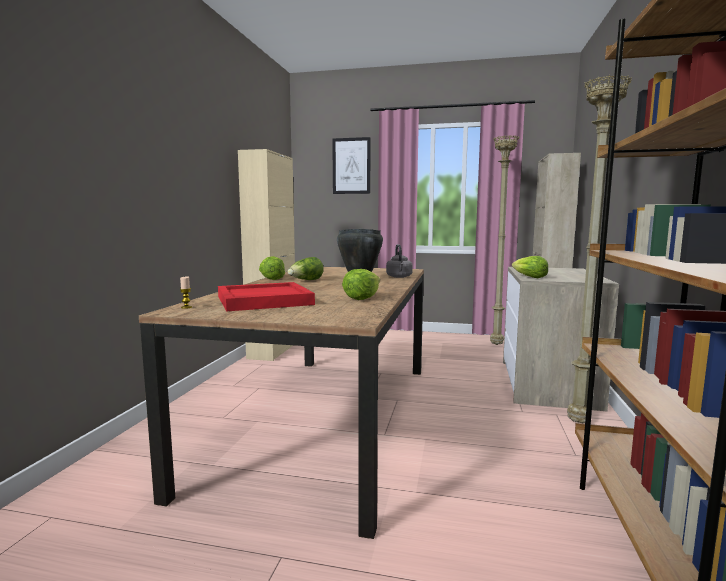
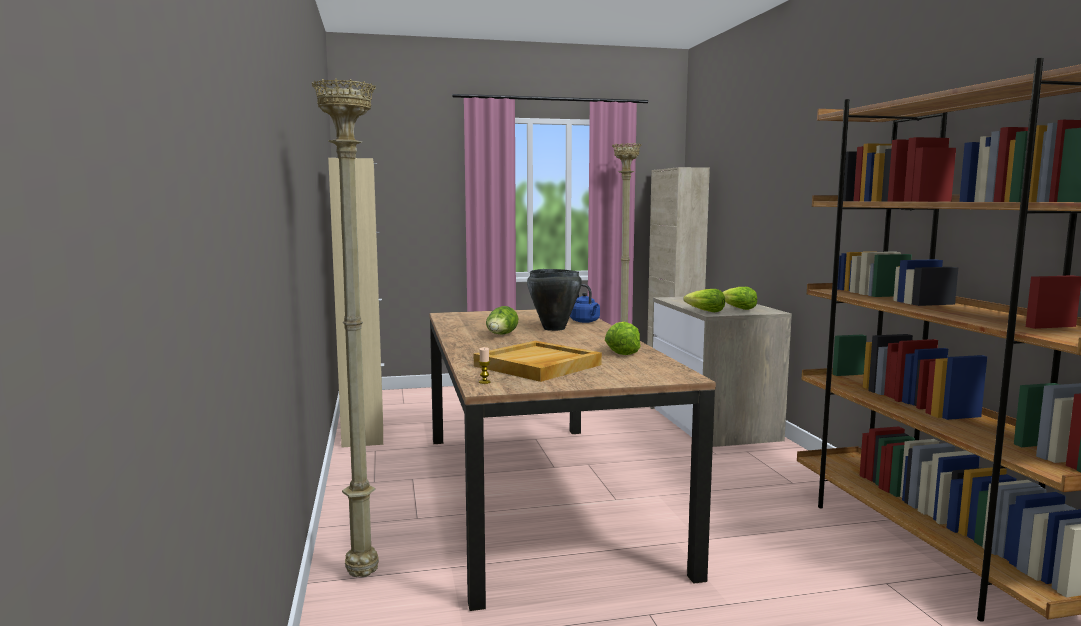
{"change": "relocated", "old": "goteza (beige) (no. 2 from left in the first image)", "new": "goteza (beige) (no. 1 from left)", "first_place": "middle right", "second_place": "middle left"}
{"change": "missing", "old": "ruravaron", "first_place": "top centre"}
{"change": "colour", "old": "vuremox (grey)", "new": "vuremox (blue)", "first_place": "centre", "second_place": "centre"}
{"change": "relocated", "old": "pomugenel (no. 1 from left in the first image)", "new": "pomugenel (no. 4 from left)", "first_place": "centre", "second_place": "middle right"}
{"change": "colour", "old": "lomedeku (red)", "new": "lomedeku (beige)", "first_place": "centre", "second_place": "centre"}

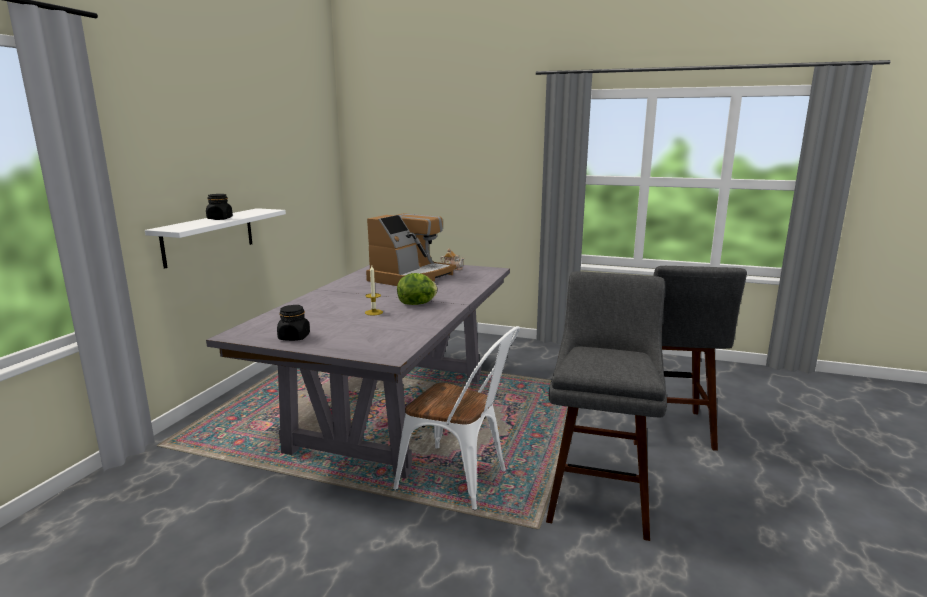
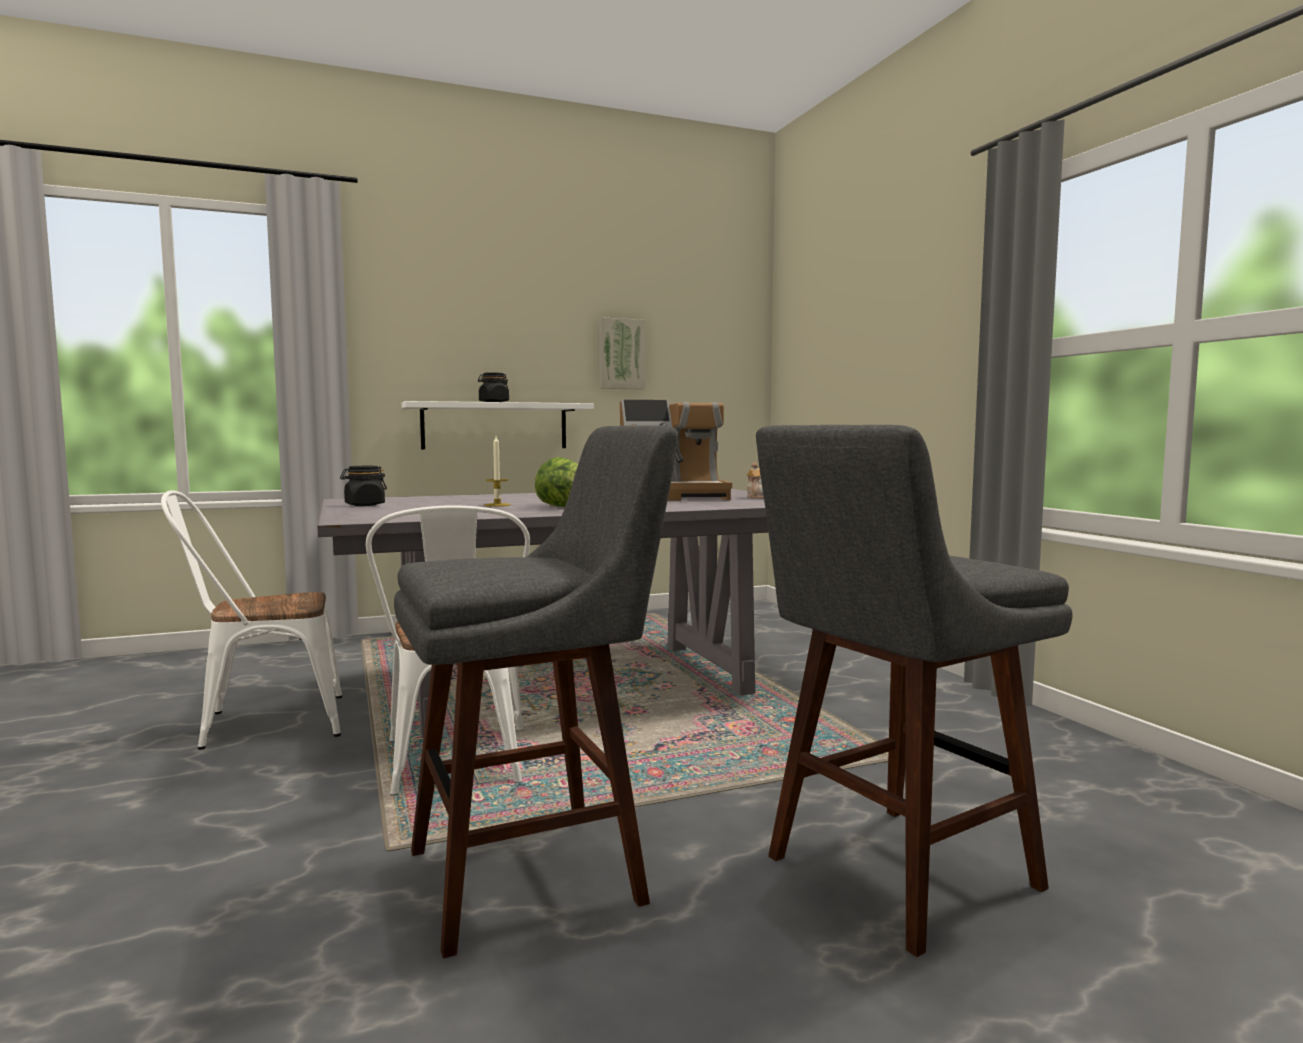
{"change": "appeared", "new": "ruravaron", "second_place": "centre"}
{"change": "appeared", "new": "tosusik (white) (no. 1 from left)", "second_place": "middle left"}

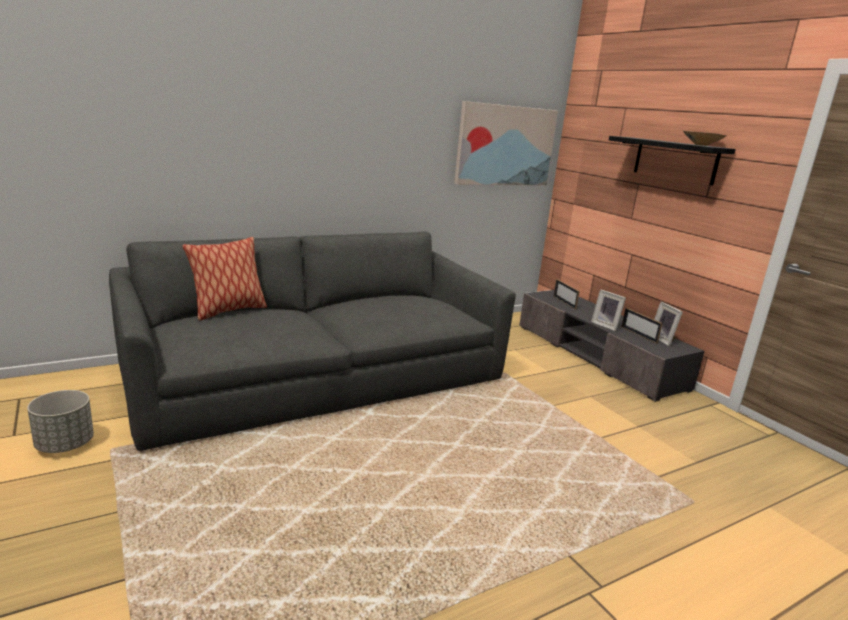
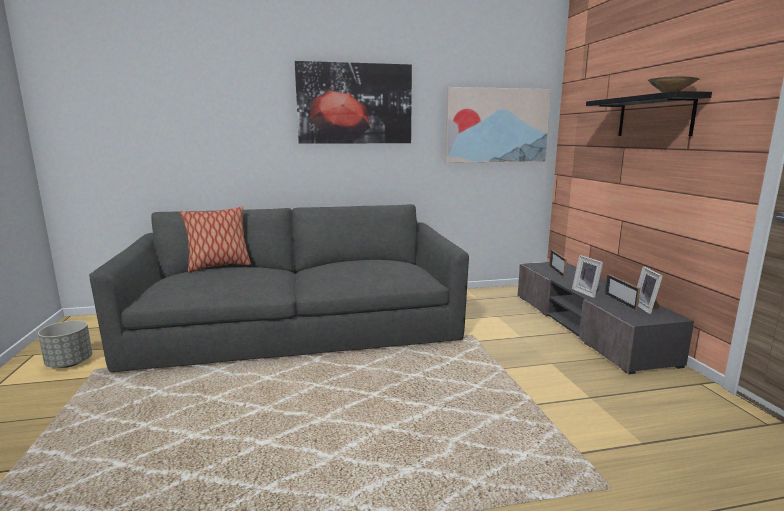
{"change": "appeared", "new": "ruravaron (no. 1 from left)", "second_place": "top centre"}

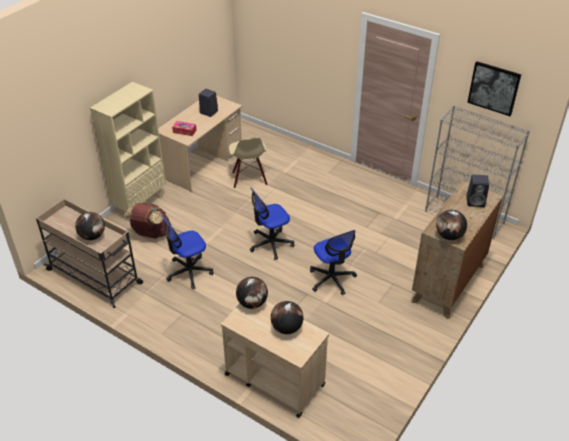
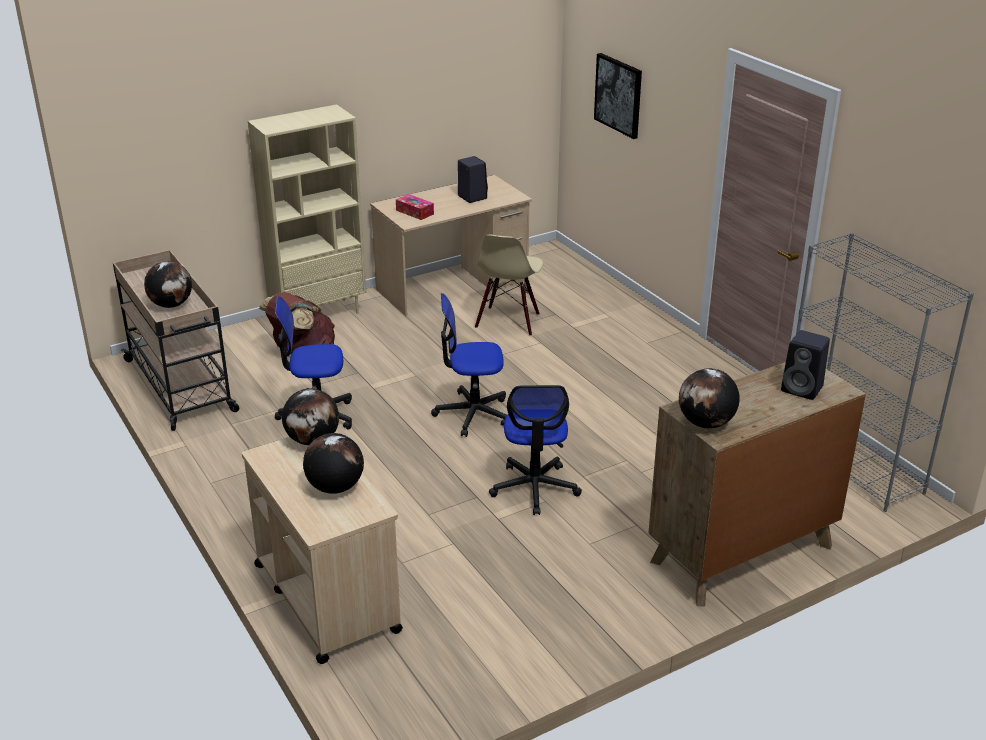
{"change": "relocated", "old": "ruravaron", "first_place": "top right", "second_place": "top centre"}

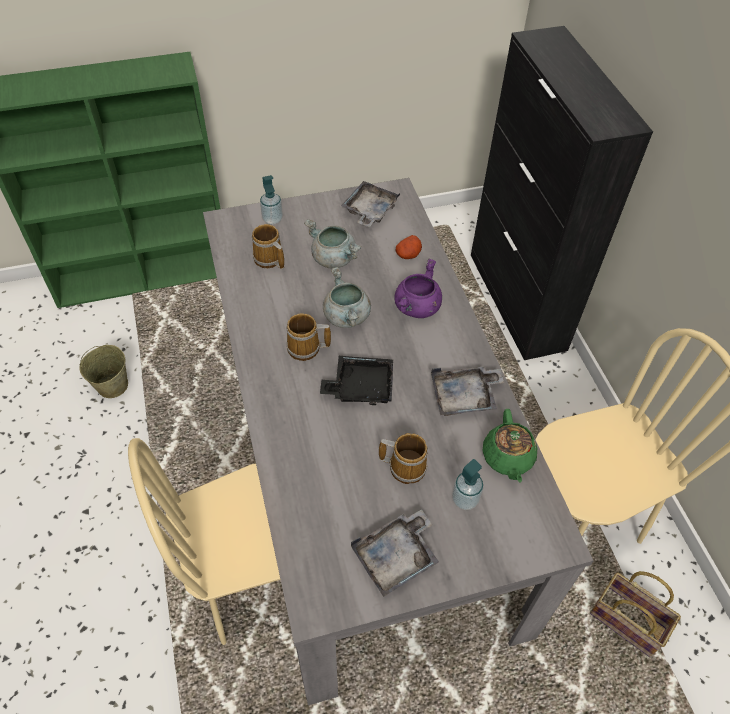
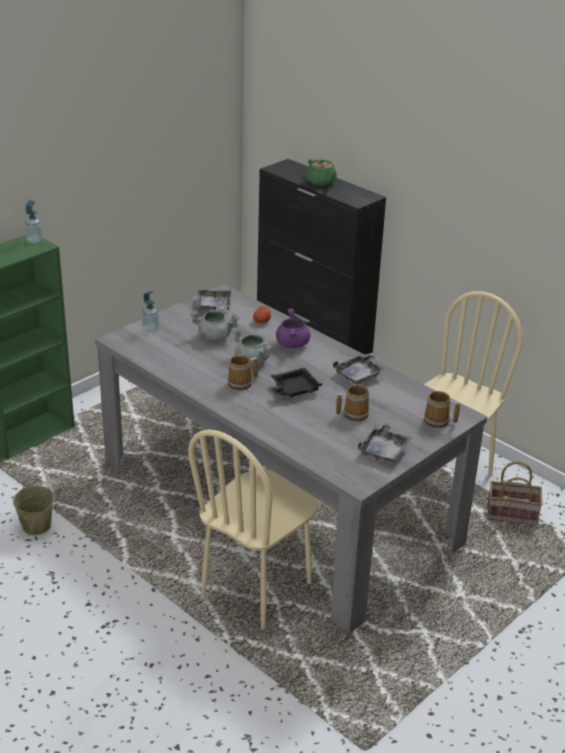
{"change": "relocated", "old": "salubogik (no. 1 from left in the first image)", "new": "salubogik (no. 3 from left)", "first_place": "centre", "second_place": "middle right"}
{"change": "relocated", "old": "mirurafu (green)", "first_place": "middle right", "second_place": "top centre"}
{"change": "relocated", "old": "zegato (no. 2 from left in the first image)", "new": "zegato (no. 1 from left)", "first_place": "bottom centre", "second_place": "top left"}

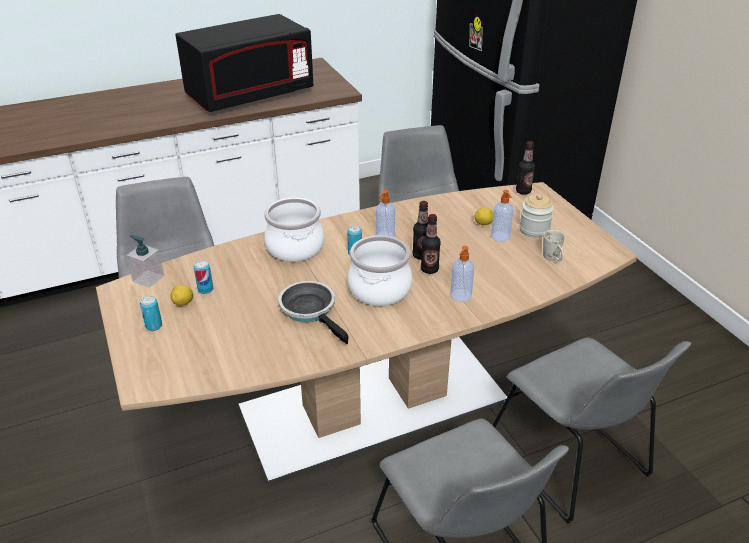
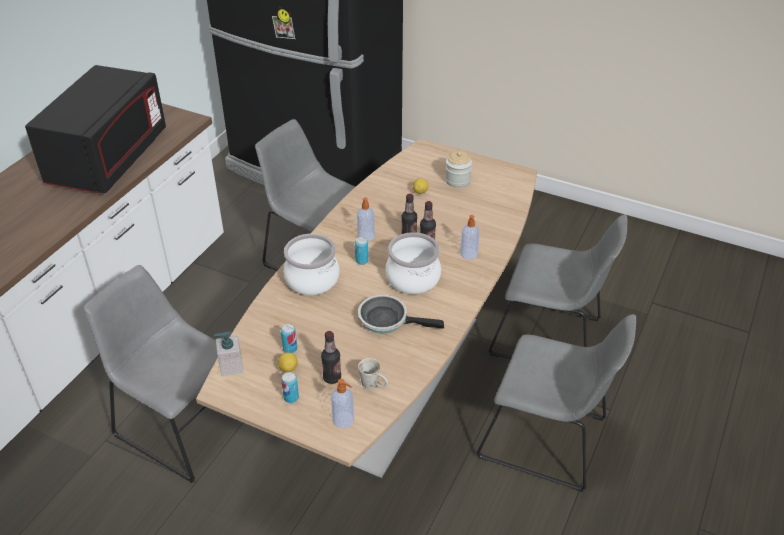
{"change": "relocated", "old": "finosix (no. 3 from left in the first image)", "new": "finosix (no. 1 from left)", "first_place": "top right", "second_place": "bottom centre"}
{"change": "relocated", "old": "zegato (no. 4 from left in the first image)", "new": "zegato (no. 2 from left)", "first_place": "middle right", "second_place": "bottom centre"}
{"change": "relocated", "old": "salubogik (white)", "first_place": "middle right", "second_place": "bottom centre"}

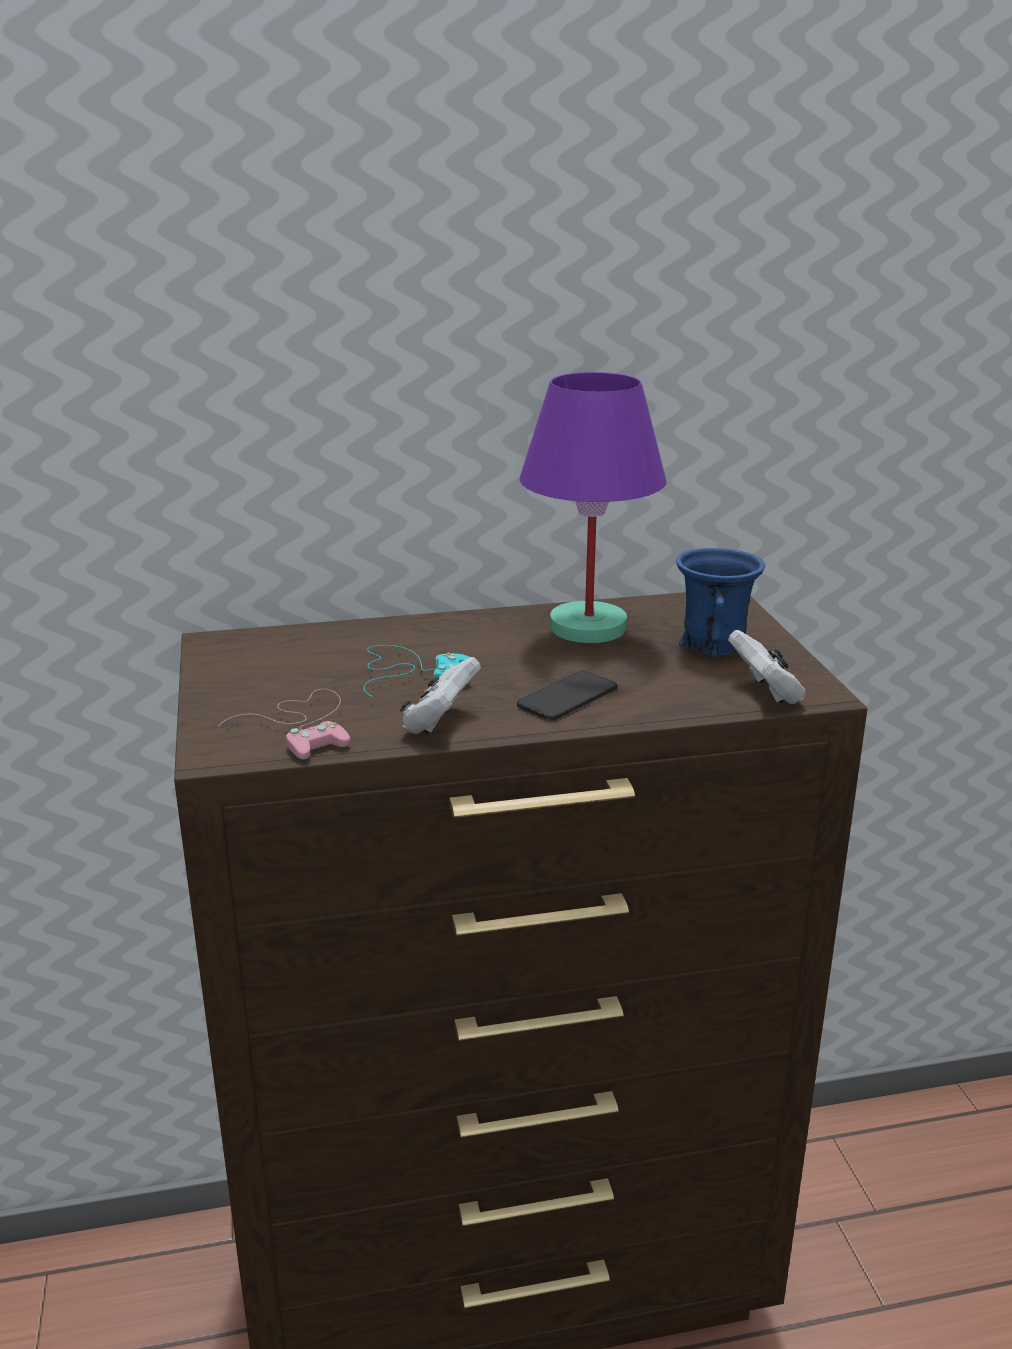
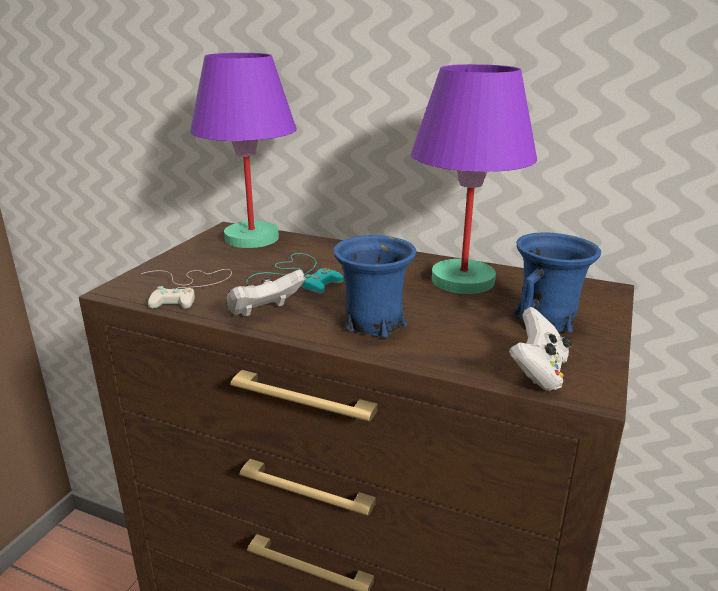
{"change": "exchanged", "old": "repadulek", "new": "salubogik (blue) (no. 1 from left)", "first_place": "centre", "second_place": "centre"}
{"change": "colour", "old": "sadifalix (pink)", "new": "sadifalix (white) (no. 1 from left)", "first_place": "middle left", "second_place": "middle left"}
{"change": "appeared", "new": "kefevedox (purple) (no. 1 from left)", "second_place": "top centre"}

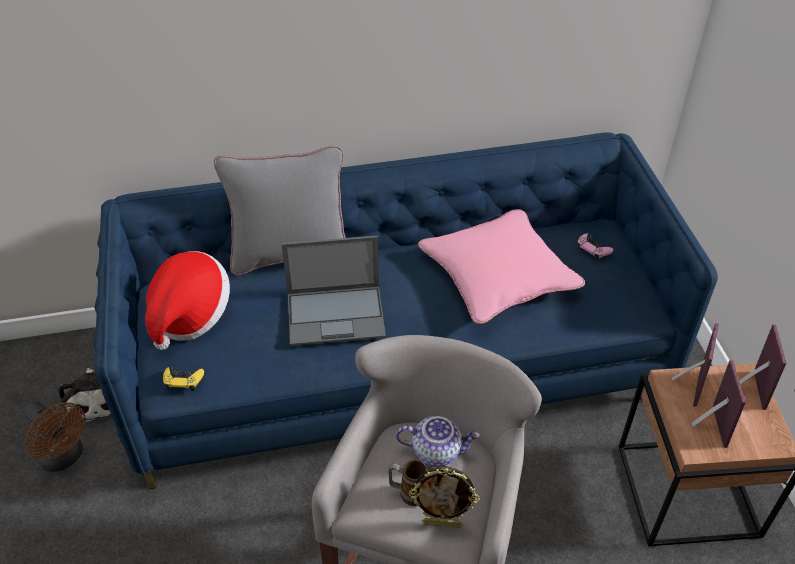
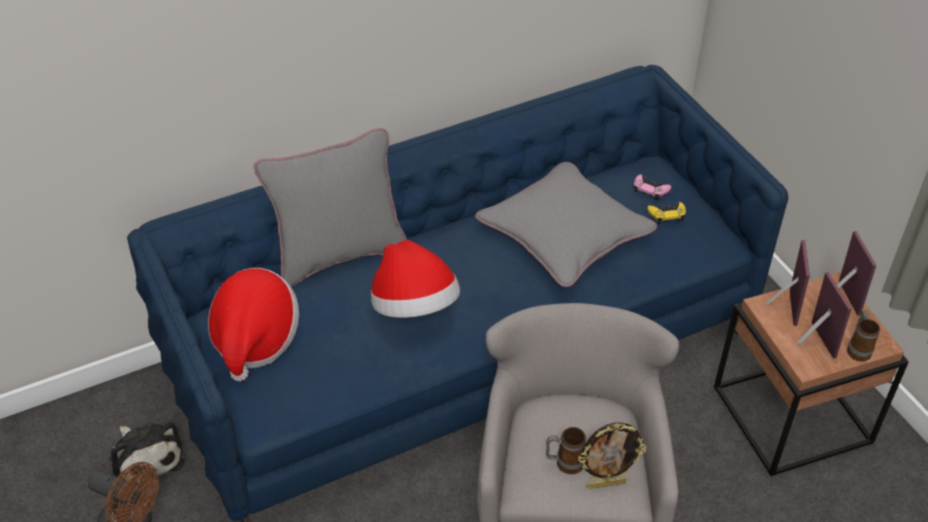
{"change": "colour", "old": "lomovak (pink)", "new": "lomovak (grey) (no. 2 from left)", "first_place": "centre", "second_place": "centre"}
{"change": "exchanged", "old": "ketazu", "new": "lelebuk (no. 2 from left)", "first_place": "centre", "second_place": "centre"}
{"change": "relocated", "old": "sadifalix (yellow)", "first_place": "bottom left", "second_place": "middle right"}
{"change": "missing", "old": "mirurafu", "first_place": "bottom centre"}
{"change": "appeared", "new": "salubogik (no. 2 from left)", "second_place": "middle right"}

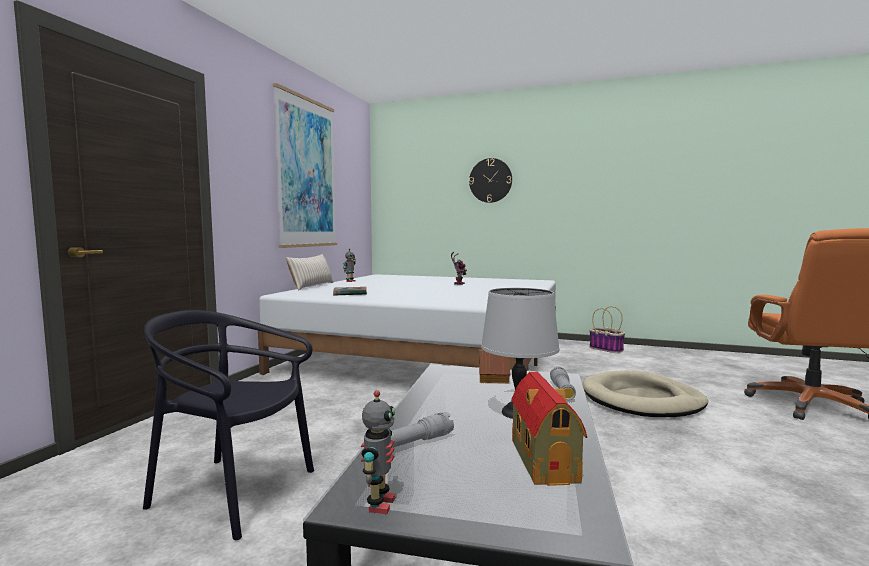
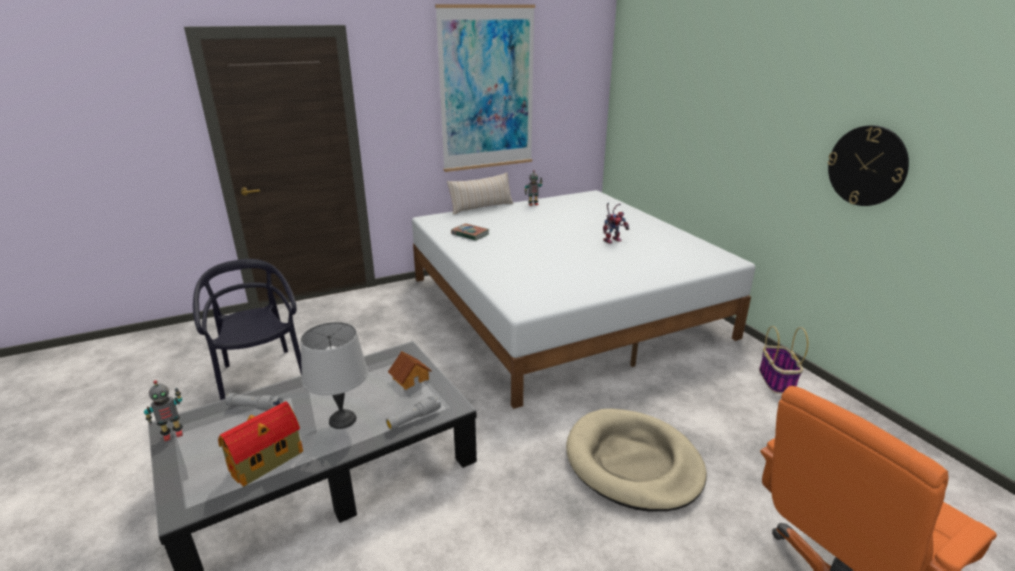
{"change": "relocated", "old": "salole", "first_place": "top centre", "second_place": "top right"}

